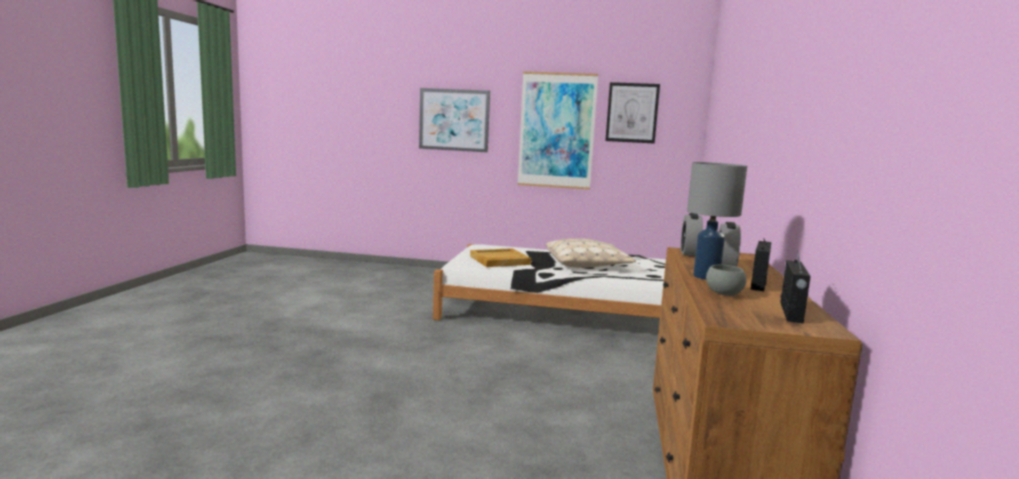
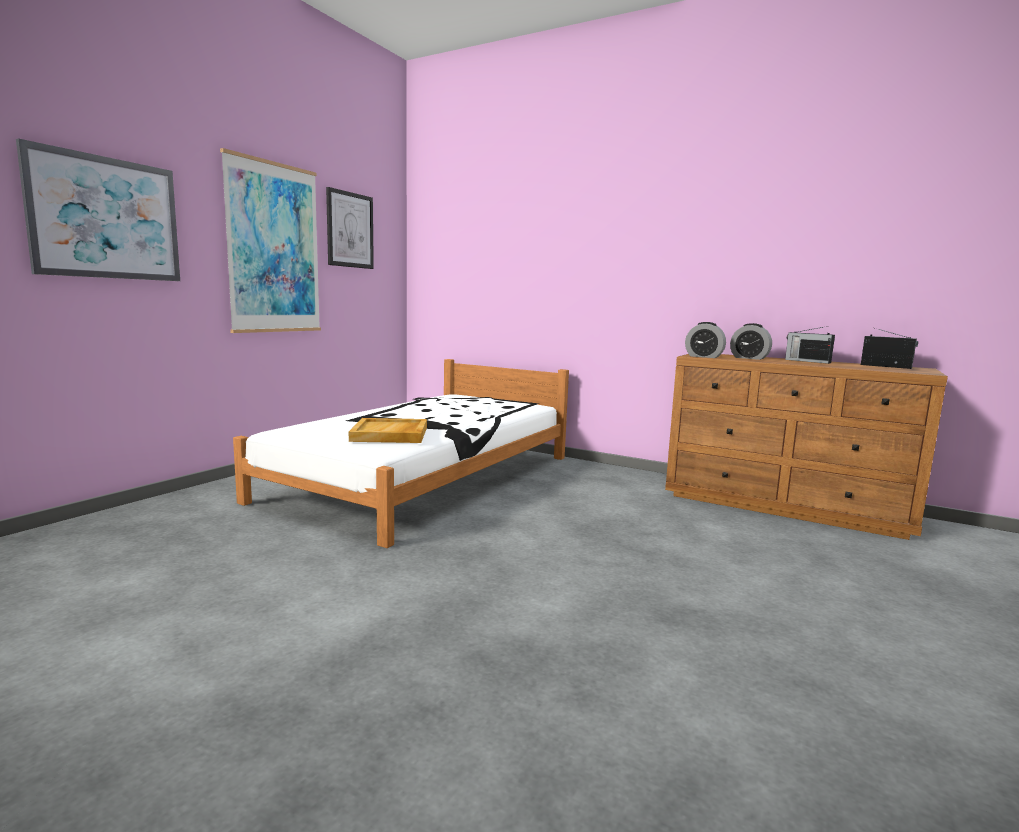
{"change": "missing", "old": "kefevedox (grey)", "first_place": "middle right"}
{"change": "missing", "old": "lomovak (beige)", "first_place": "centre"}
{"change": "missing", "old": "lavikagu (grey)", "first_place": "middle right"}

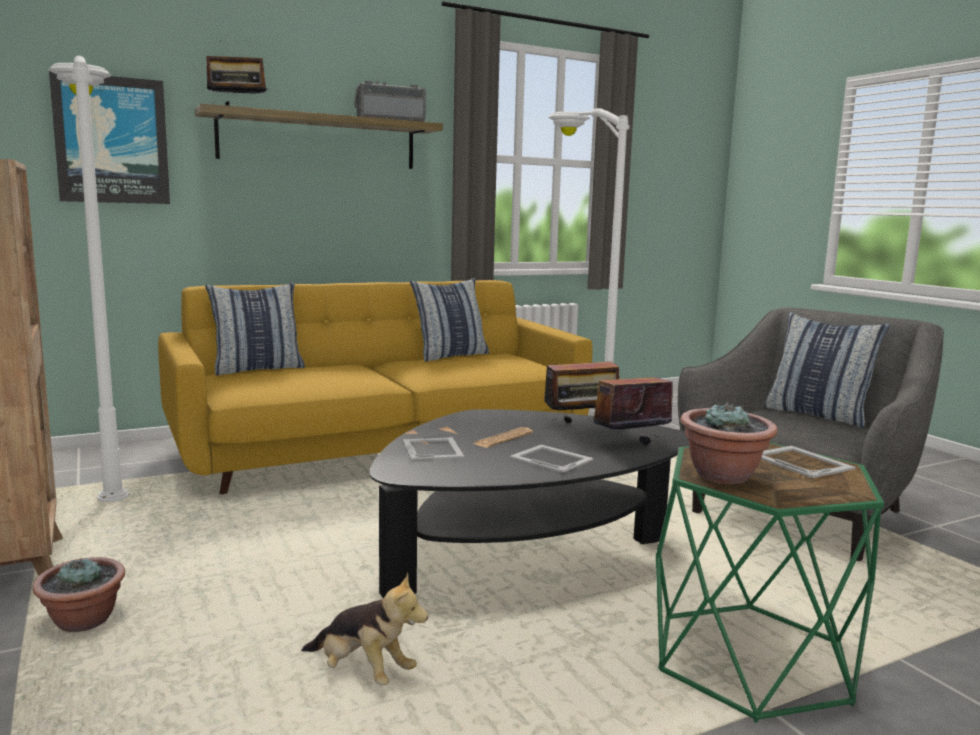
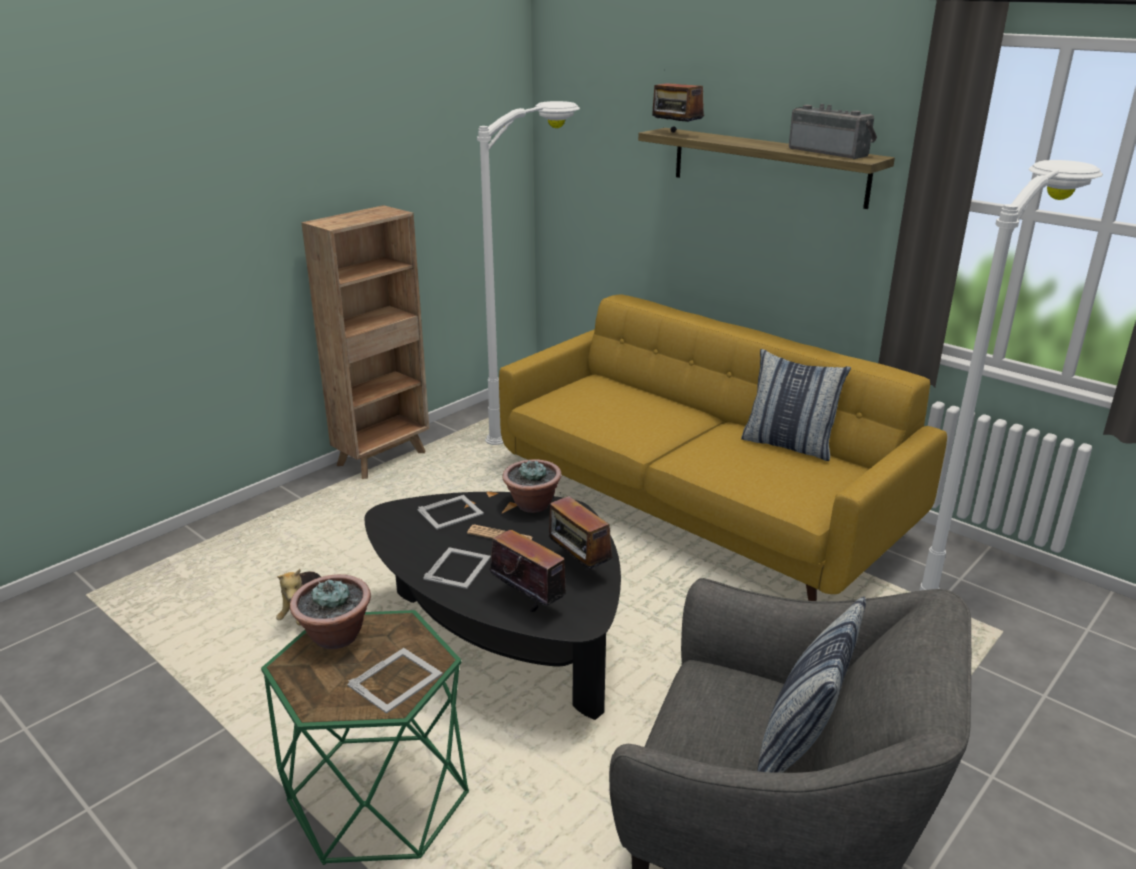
{"change": "missing", "old": "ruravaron", "first_place": "top left"}
{"change": "missing", "old": "lomovak (no. 1 from left)", "first_place": "middle left"}
{"change": "relocated", "old": "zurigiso (no. 1 from left in the first image)", "new": "zurigiso (no. 2 from left)", "first_place": "bottom left", "second_place": "centre"}

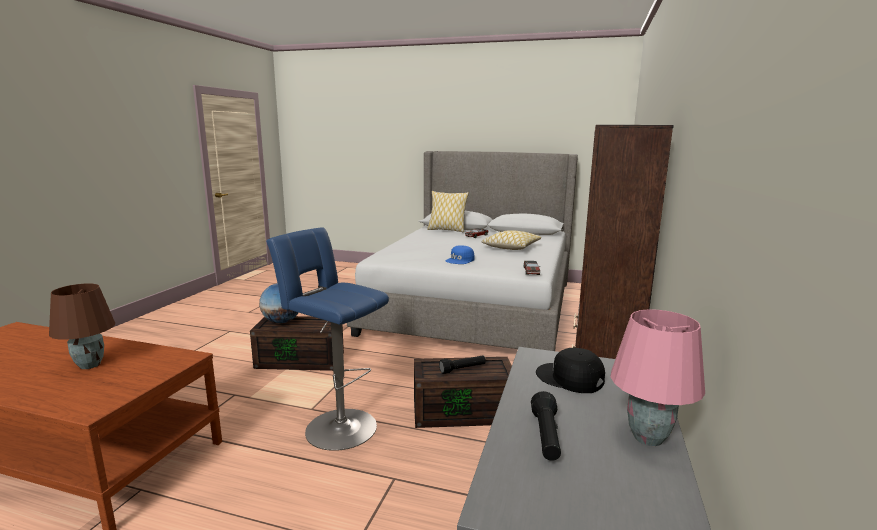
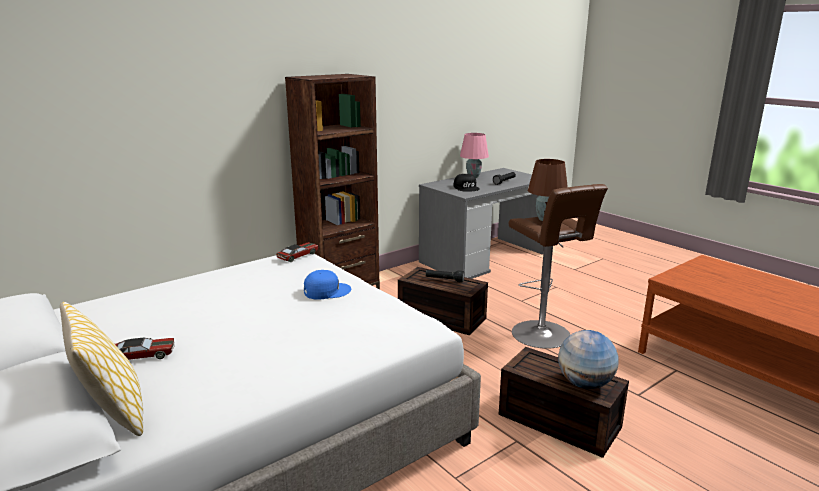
{"change": "colour", "old": "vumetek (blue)", "new": "vumetek (brown)", "first_place": "centre", "second_place": "middle right"}
{"change": "missing", "old": "lomovak (no. 2 from left)", "first_place": "centre"}
{"change": "relocated", "old": "kefevedox (brown)", "first_place": "middle left", "second_place": "middle right"}

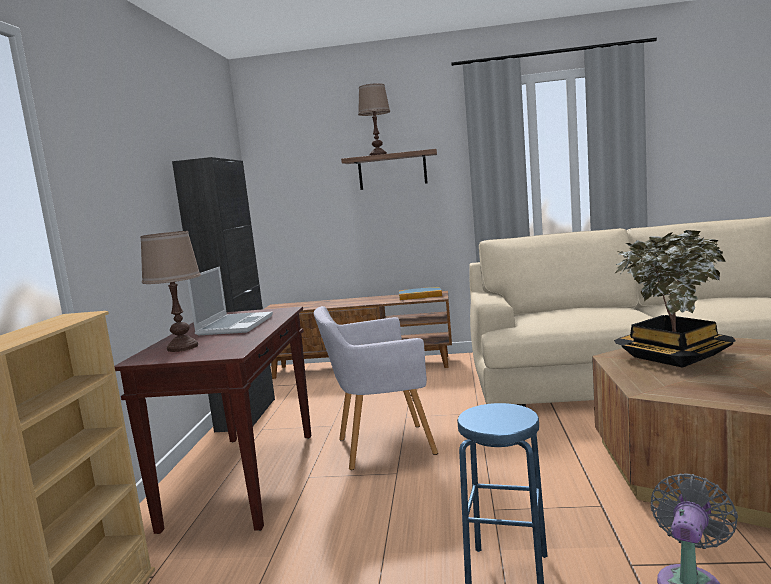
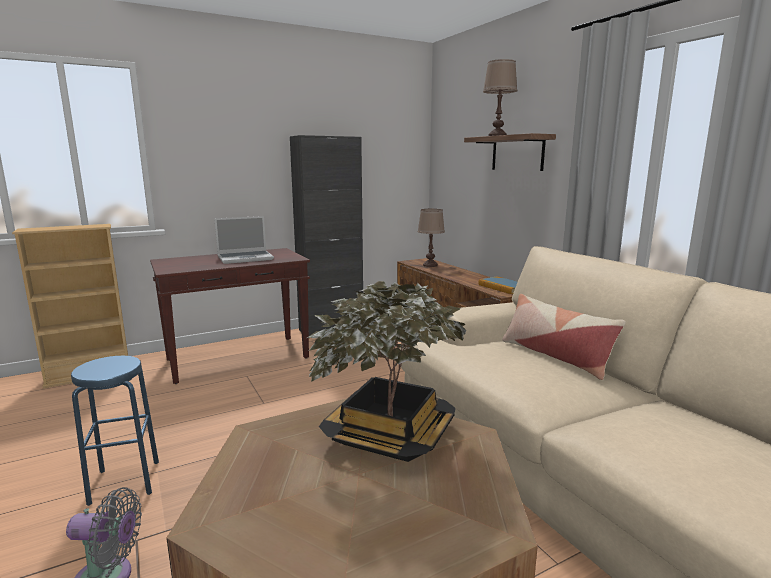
{"change": "relocated", "old": "kefevedox (brown) (no. 1 from left)", "first_place": "middle left", "second_place": "centre"}
{"change": "missing", "old": "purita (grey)", "first_place": "centre"}
{"change": "appeared", "new": "lomovak", "second_place": "middle right"}

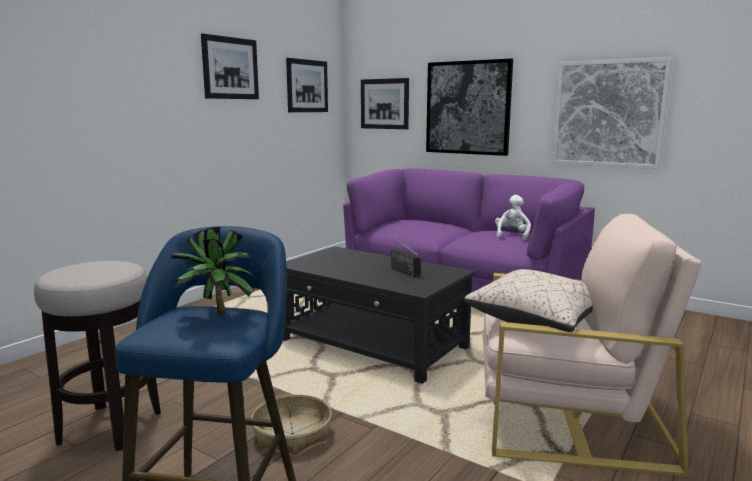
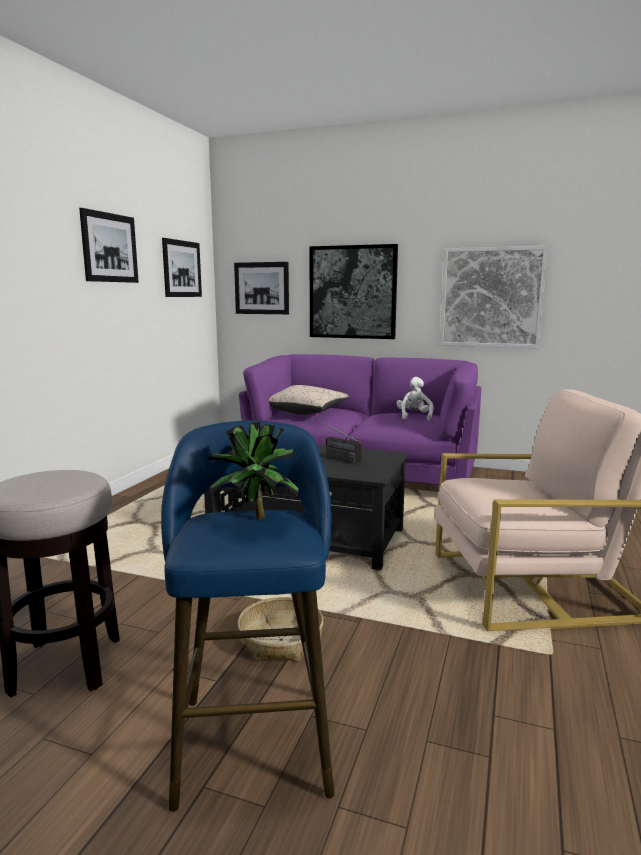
{"change": "relocated", "old": "lomovak (beige)", "first_place": "middle right", "second_place": "centre"}

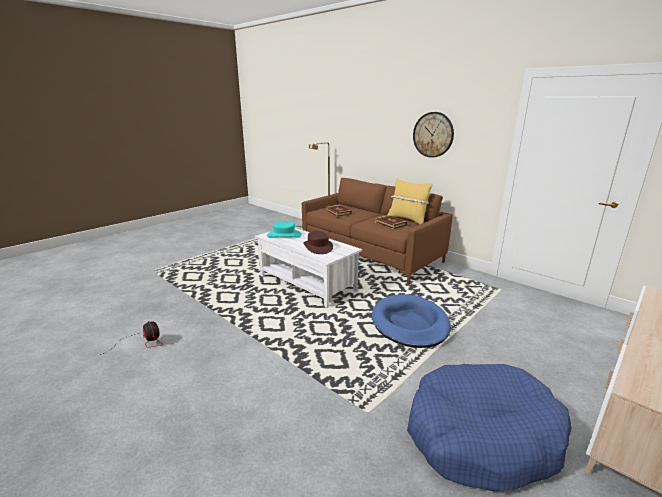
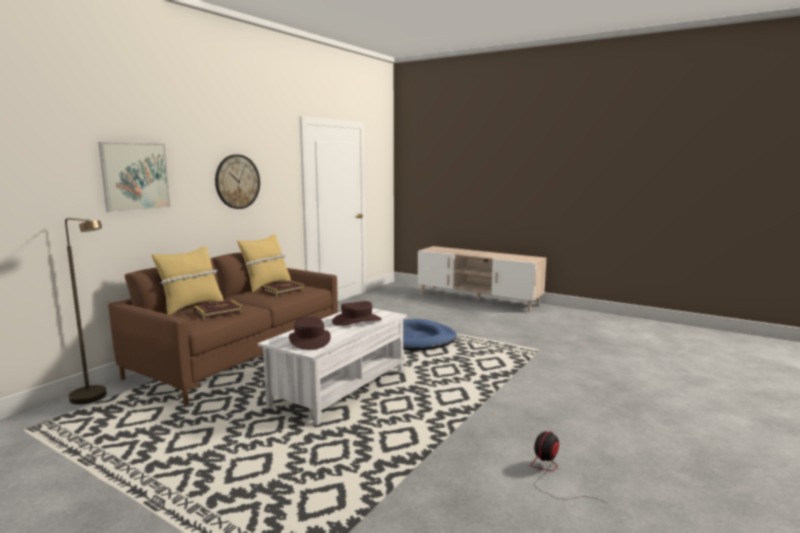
{"change": "colour", "old": "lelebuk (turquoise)", "new": "lelebuk (brown) (no. 1 from left)", "first_place": "centre", "second_place": "centre"}
{"change": "missing", "old": "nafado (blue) (no. 2 from left)", "first_place": "bottom right"}
{"change": "appeared", "new": "ruravaron", "second_place": "top left"}
{"change": "appeared", "new": "lomovak (yellow) (no. 1 from left)", "second_place": "middle left"}

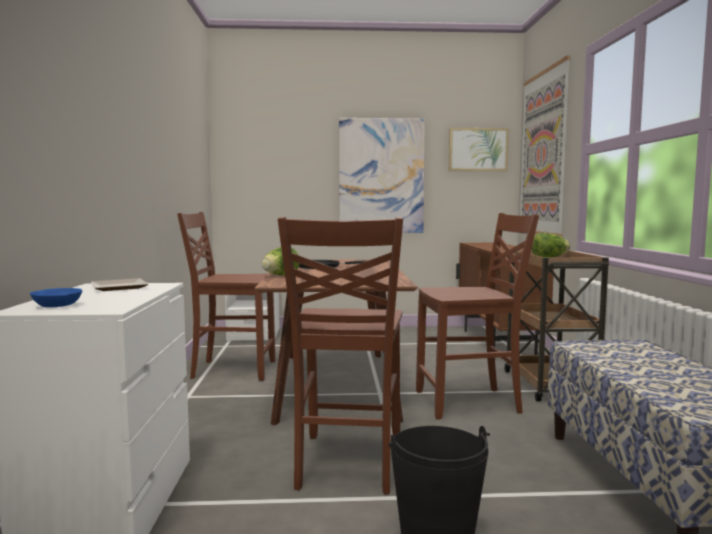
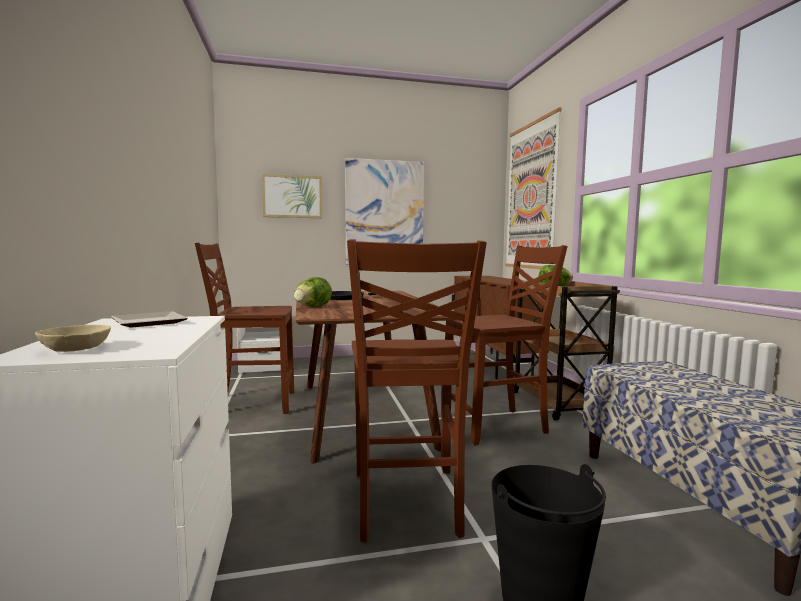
{"change": "relocated", "old": "ruravaron (no. 2 from left in the first image)", "new": "ruravaron (no. 1 from left)", "first_place": "top right", "second_place": "top centre"}
{"change": "colour", "old": "lavikagu (blue)", "new": "lavikagu (beige)", "first_place": "middle left", "second_place": "middle left"}

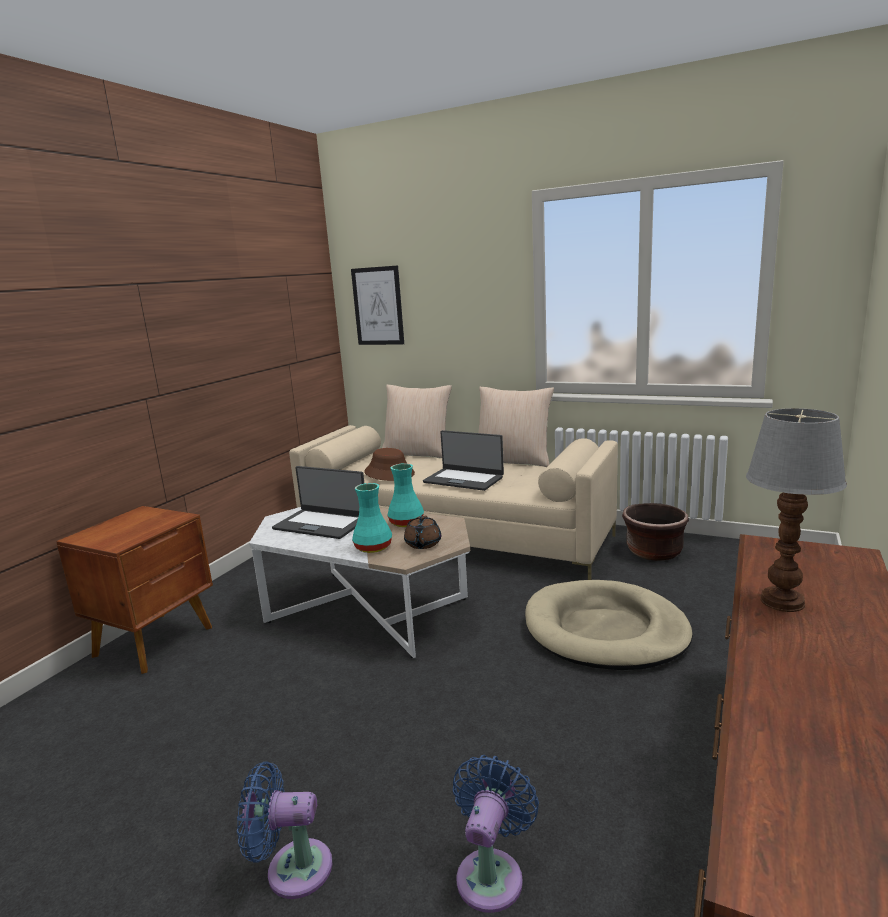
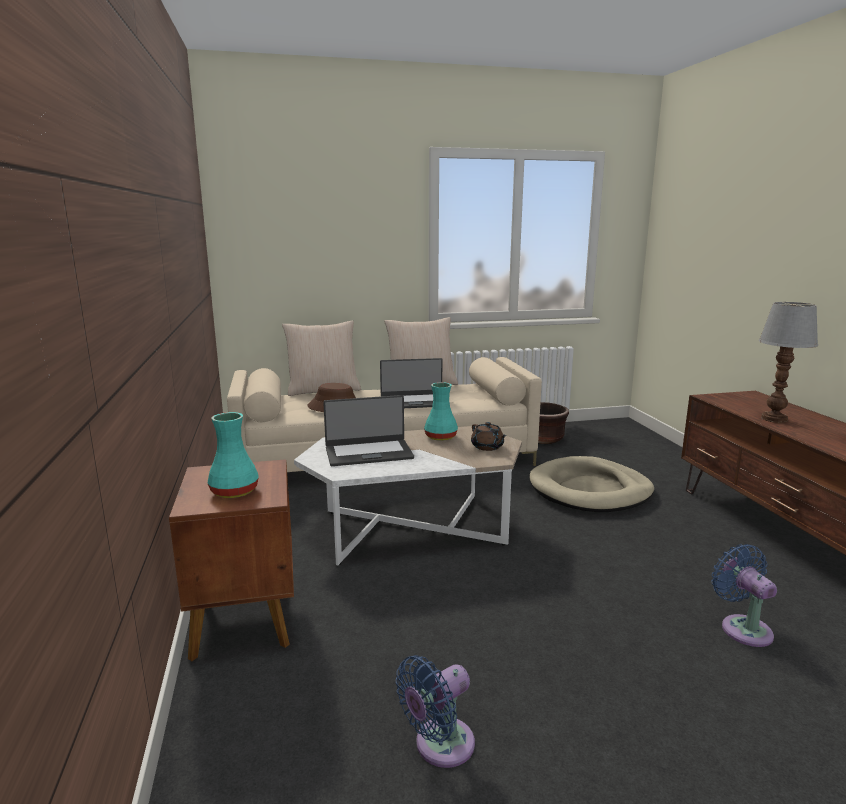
{"change": "missing", "old": "ruravaron", "first_place": "top centre"}
{"change": "relocated", "old": "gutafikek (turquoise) (no. 1 from left)", "first_place": "centre", "second_place": "middle left"}
{"change": "relocated", "old": "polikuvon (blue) (no. 1 from left)", "first_place": "bottom left", "second_place": "bottom centre"}

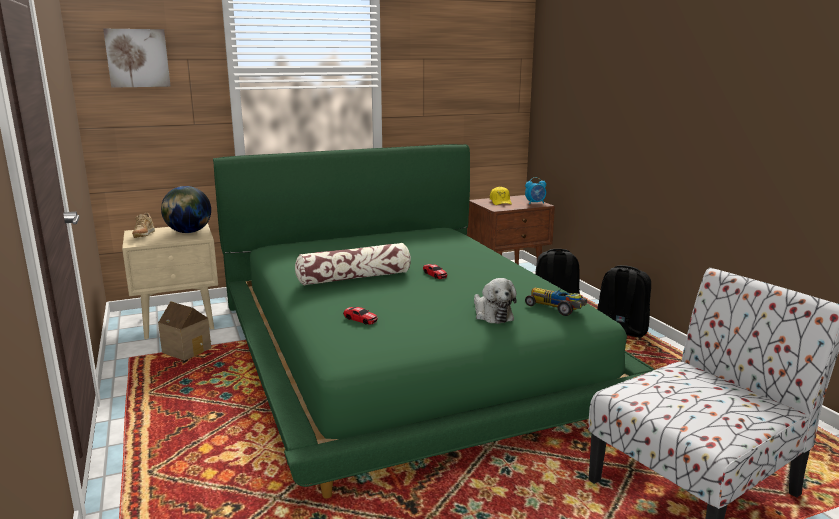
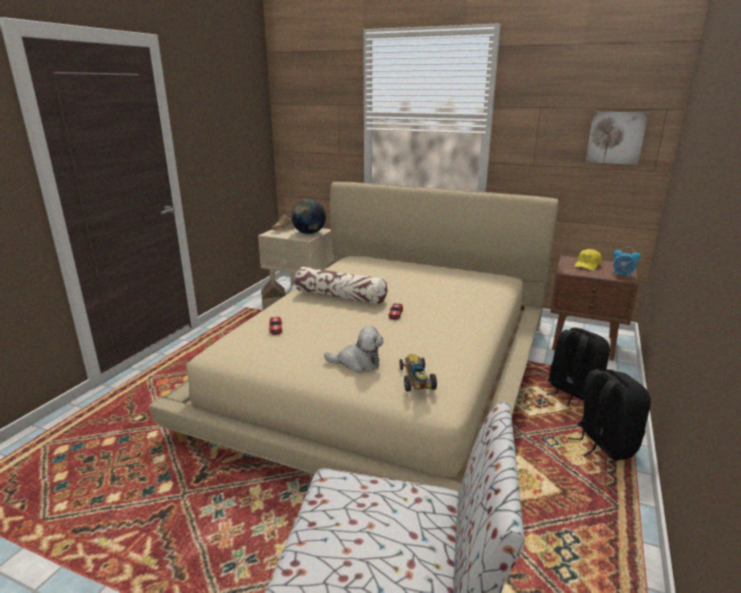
{"change": "relocated", "old": "ruravaron", "first_place": "top left", "second_place": "top right"}
{"change": "colour", "old": "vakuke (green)", "new": "vakuke (beige)", "first_place": "centre", "second_place": "centre"}
{"change": "spun", "old": "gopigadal", "first_place": "centre", "second_place": "centre", "degrees": -105}

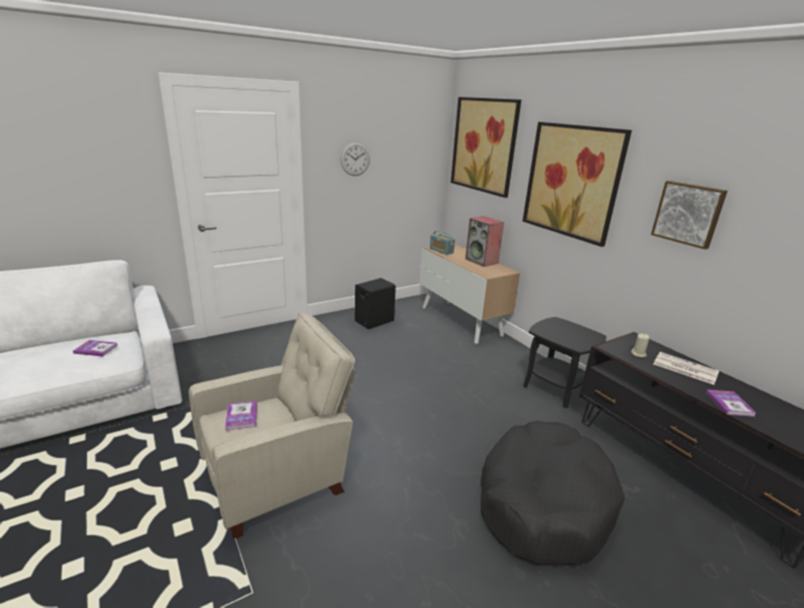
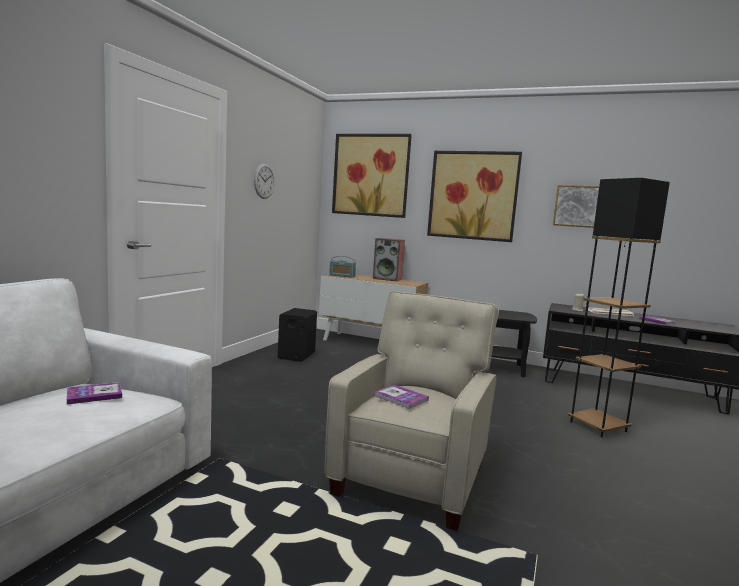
{"change": "exchanged", "old": "nafado (black)", "new": "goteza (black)", "first_place": "bottom right", "second_place": "middle right"}

